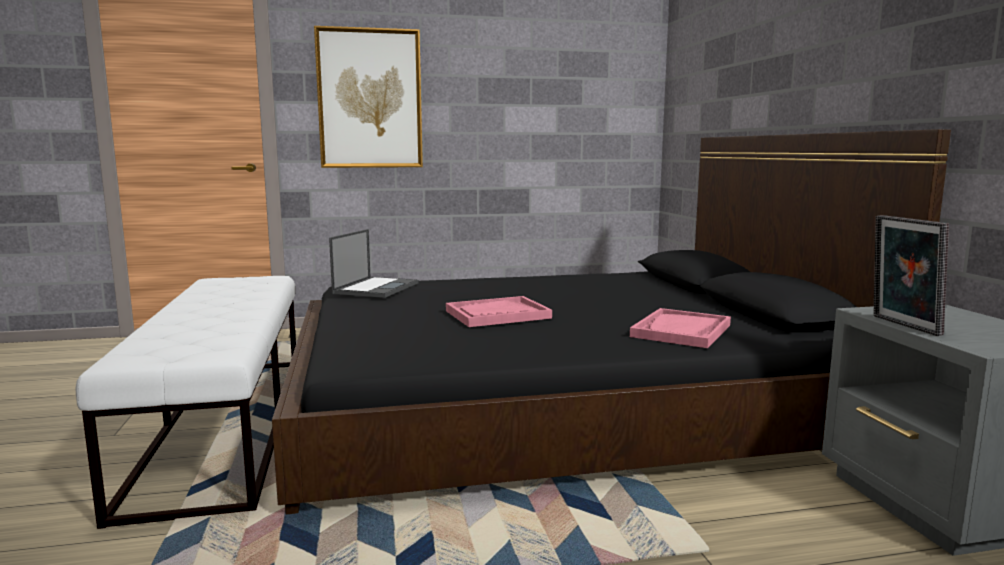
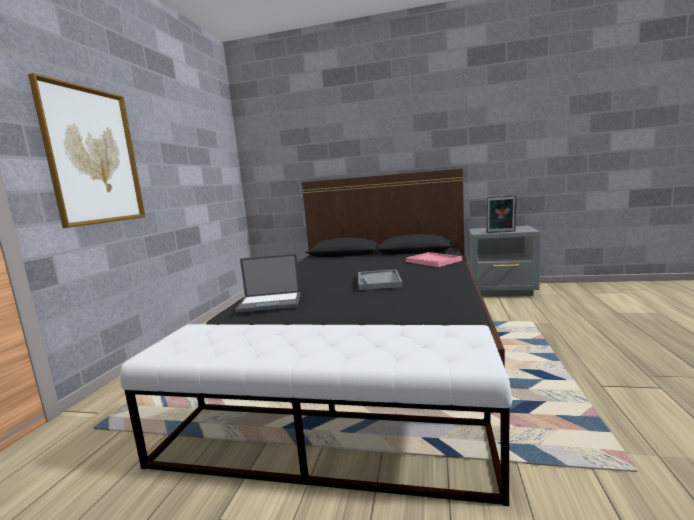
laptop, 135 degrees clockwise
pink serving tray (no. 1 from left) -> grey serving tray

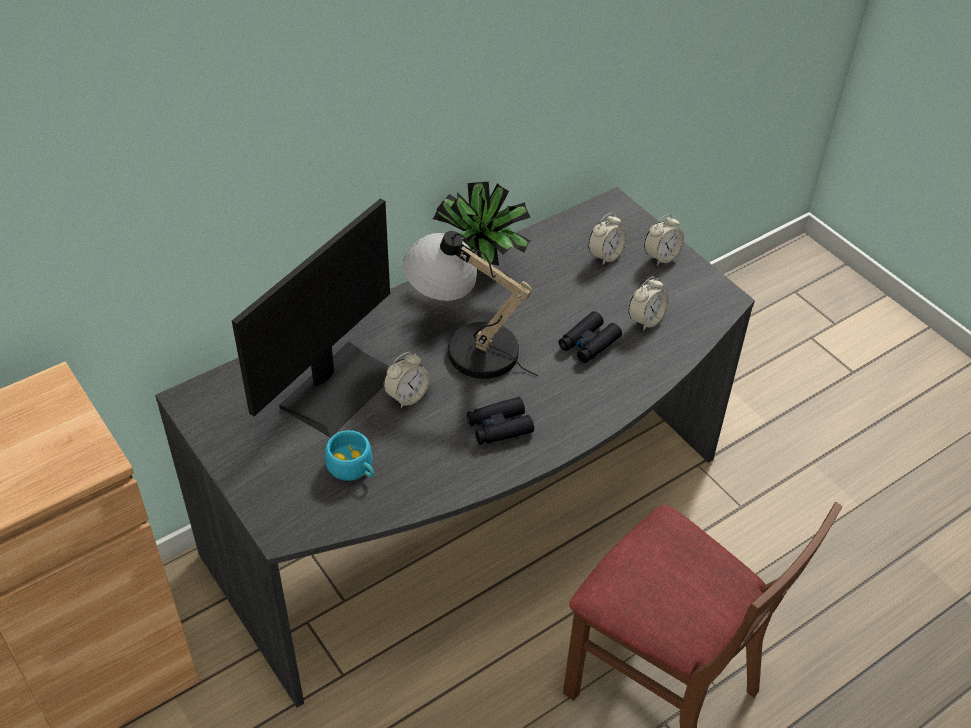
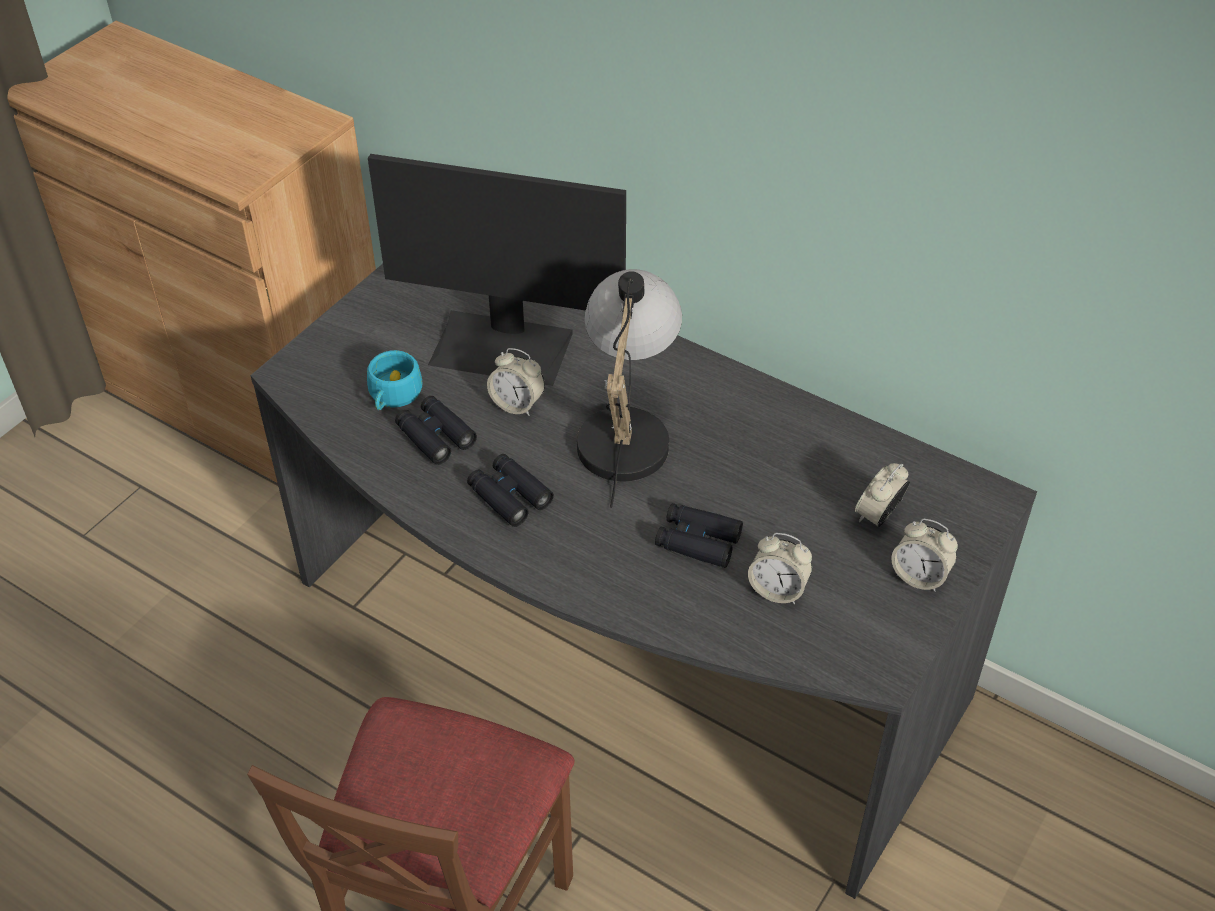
potted plant -> none
alarm clock (no. 2 from left in the first image) -> alarm clock (no. 3 from left), 105 degrees clockwise
none -> black binoculars (no. 1 from left)

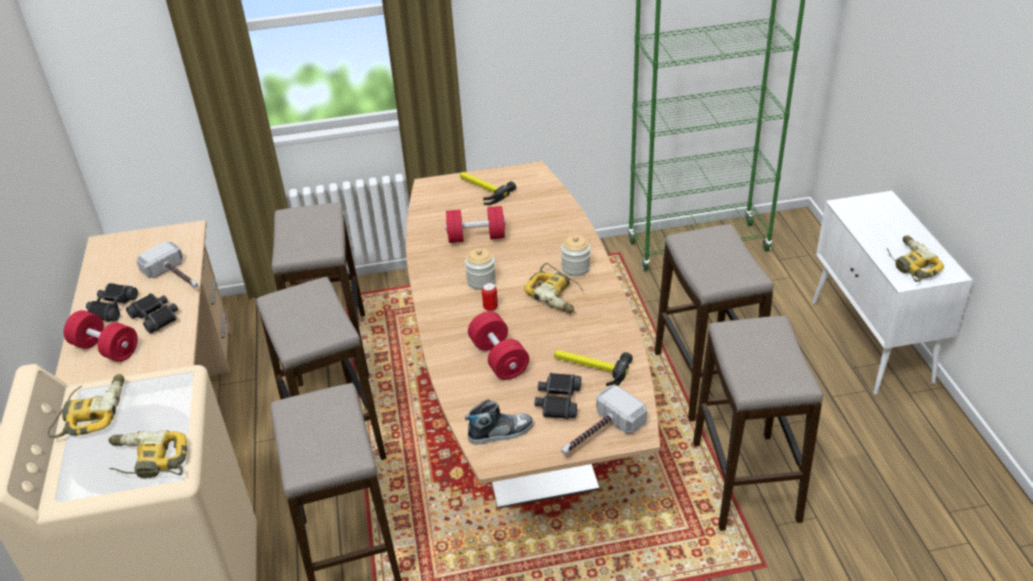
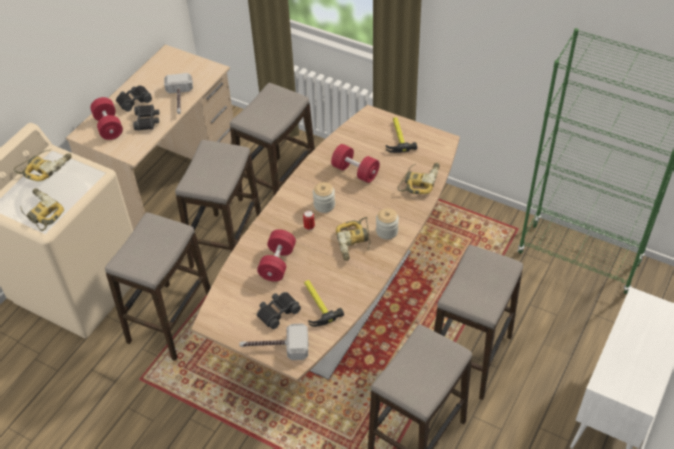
shoe -> none
power drill (no. 4 from left), relocated

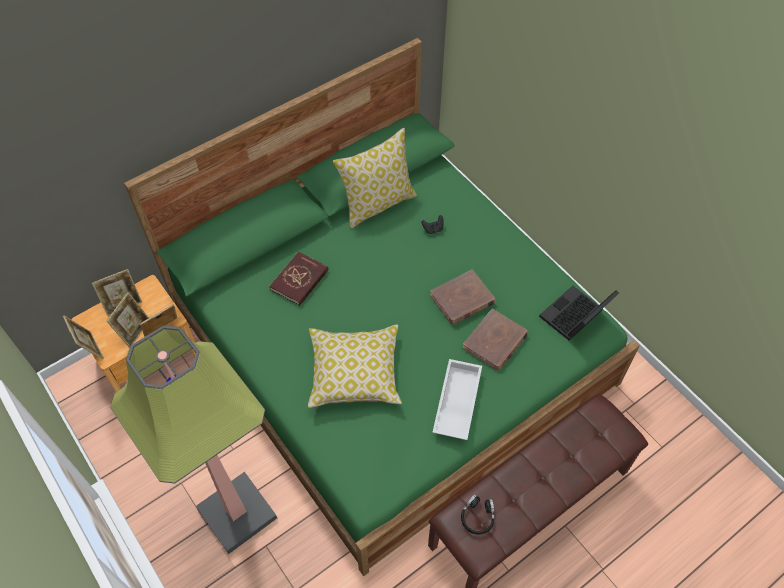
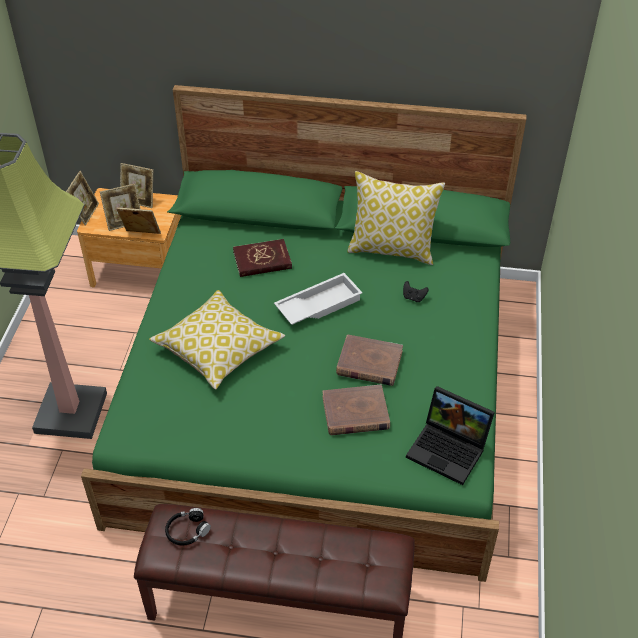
whitish serving tray, relocated
laptop, 150 degrees counterclockwise

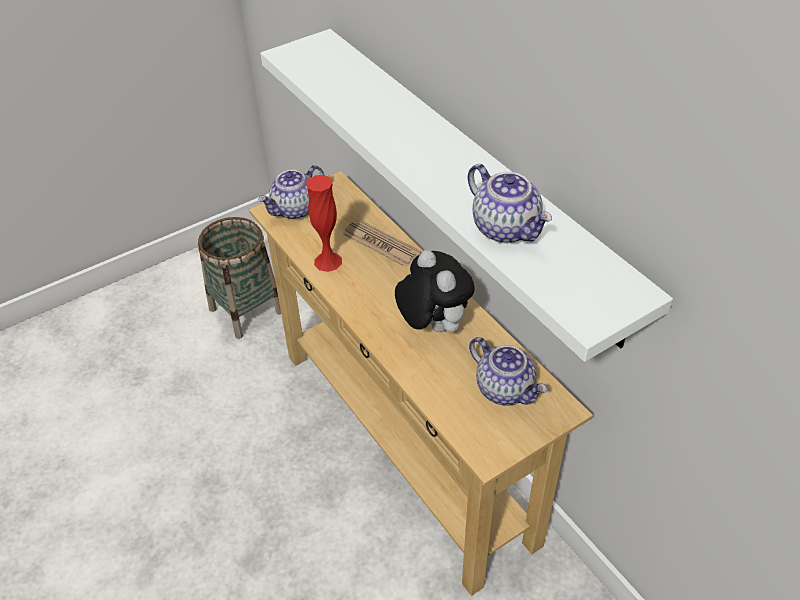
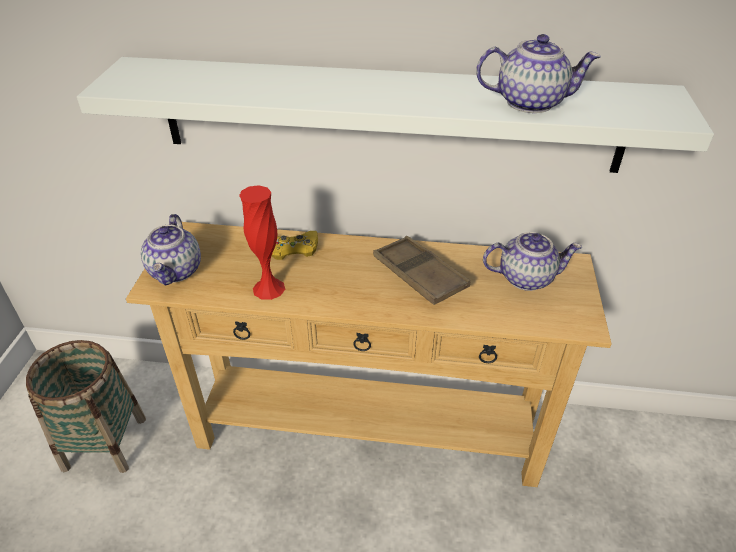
daily paper -> yellow-coloured game controller
soft toy -> brownish serving tray

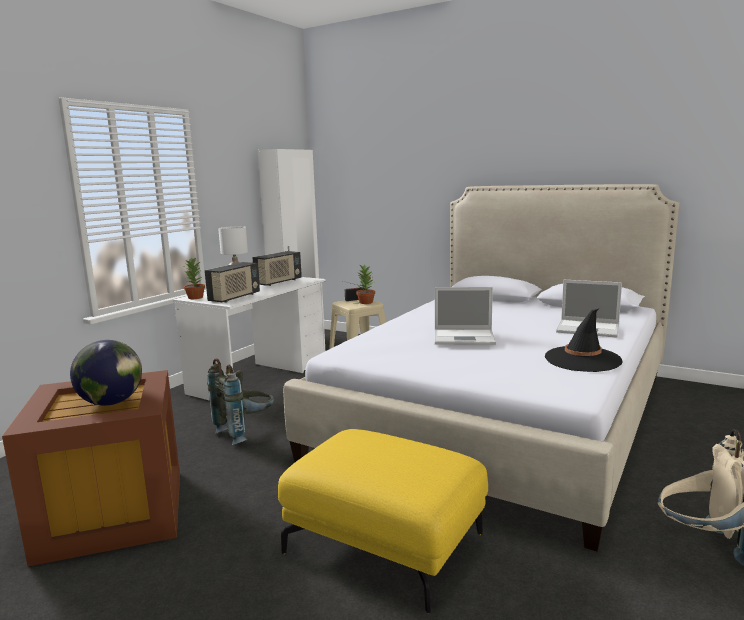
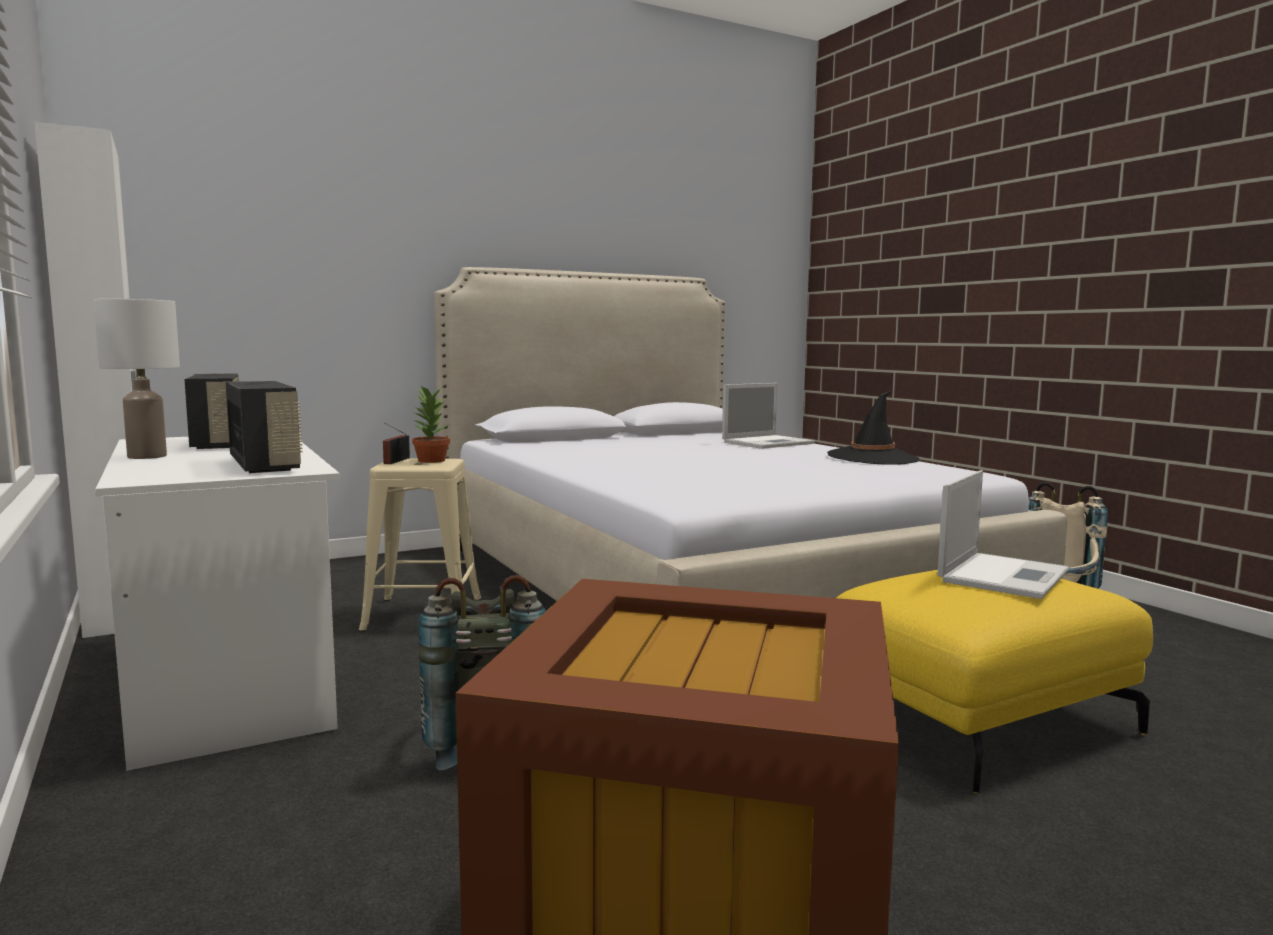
world globe -> none
potted plant (no. 1 from left) -> none
laptop (no. 1 from left in the first image) -> laptop (no. 2 from left), relocated

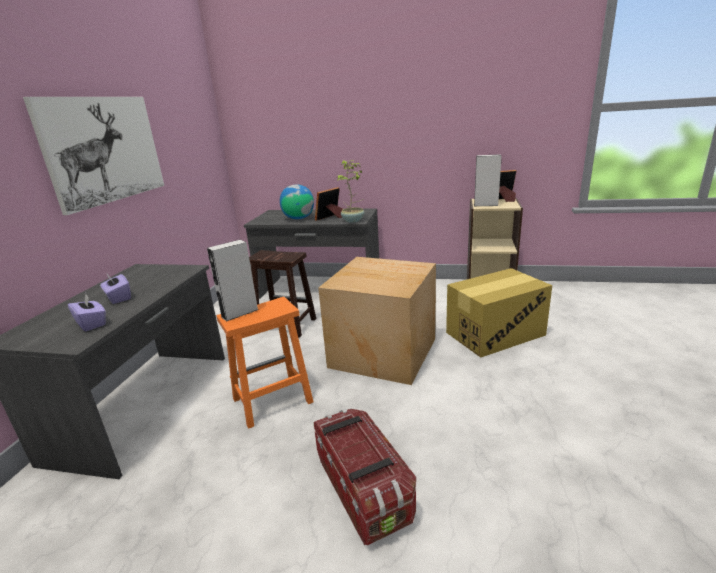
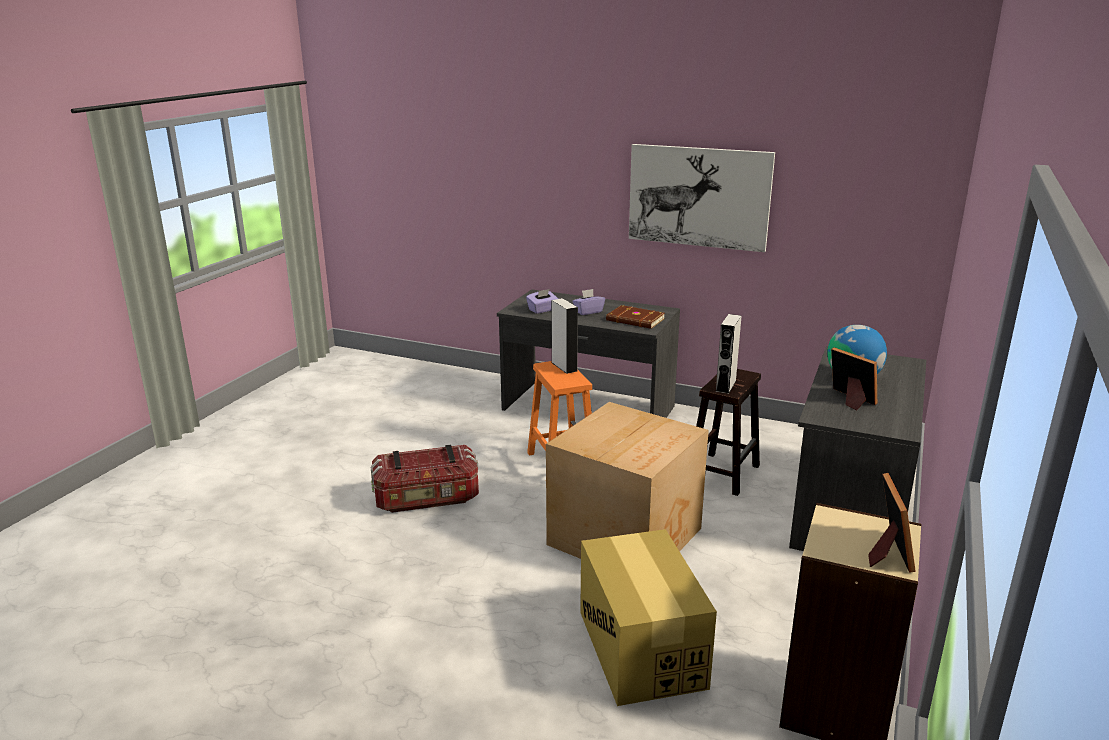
potted plant -> none
grey speaker (no. 2 from left), relocated
none -> brownish book

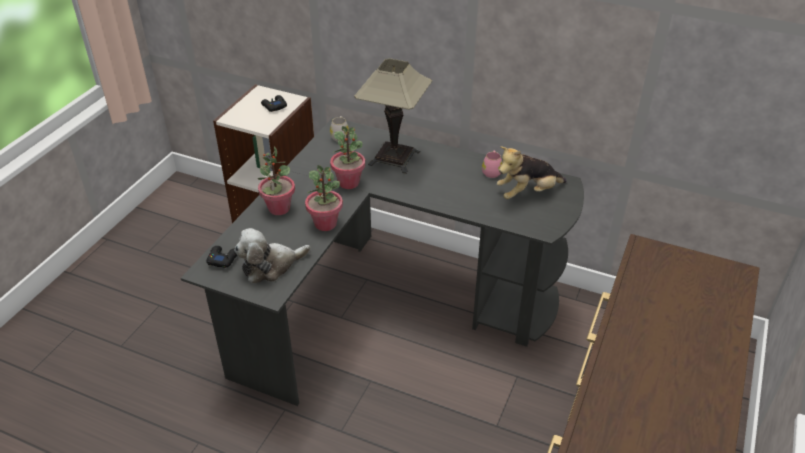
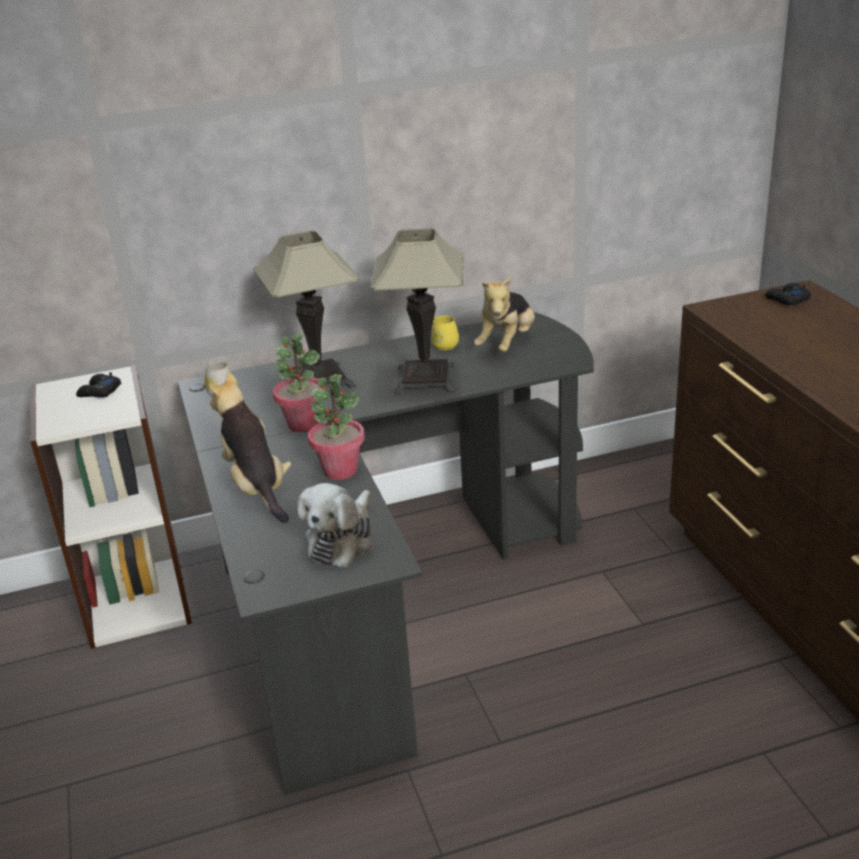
black game controller (no. 1 from left in the first image) -> black game controller (no. 2 from left), relocated
potted plant (no. 1 from left) -> soft toy (no. 1 from left)
pink mug -> yellow-coloured mug
none -> table lamp (no. 2 from left)

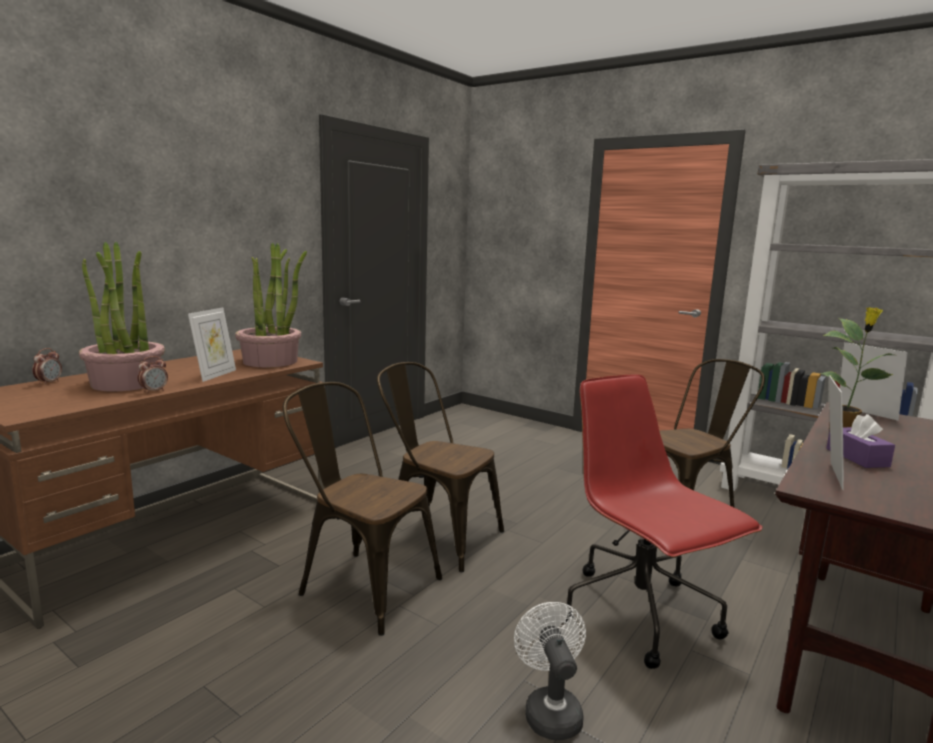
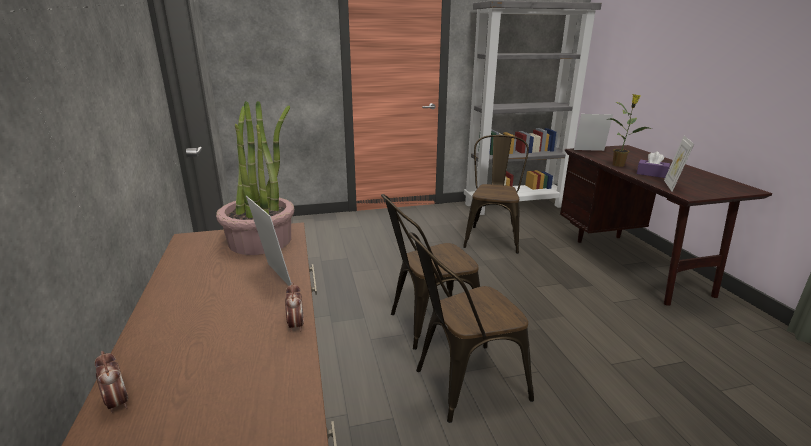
potted plant (no. 1 from left) -> none
whitish electric fan -> none
red-coloured desk chair -> none
photo frame (no. 2 from left in the first image) -> photo frame (no. 3 from left), 135 degrees counterclockwise

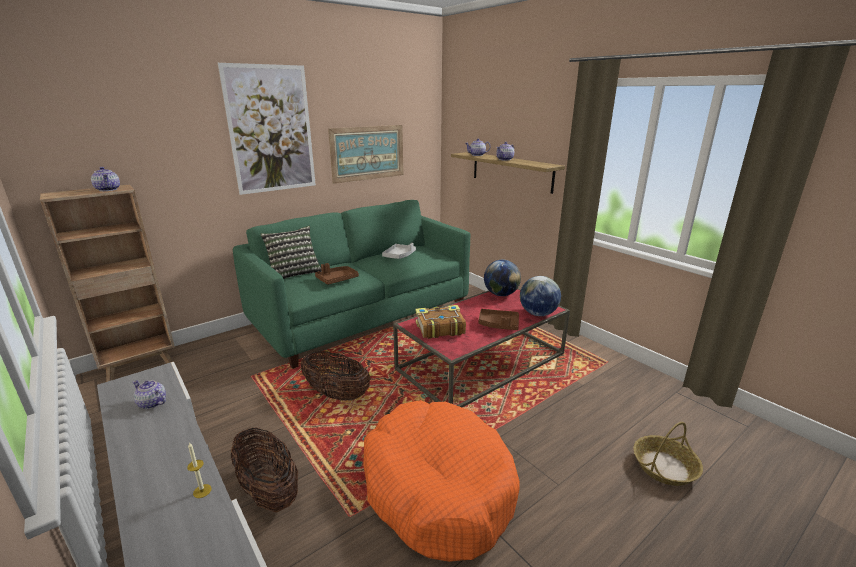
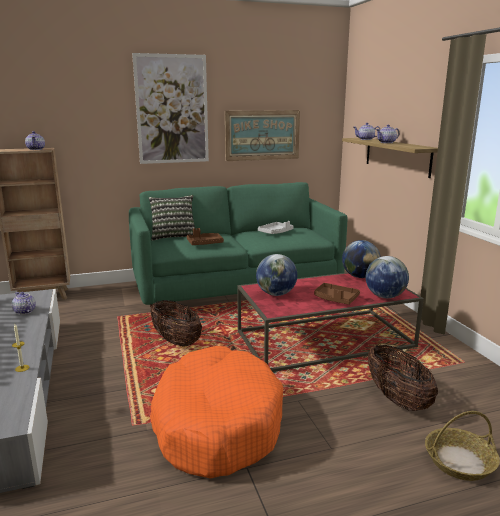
basket (no. 1 from left in the first image) -> basket (no. 2 from left), relocated
book -> world globe (no. 1 from left)

